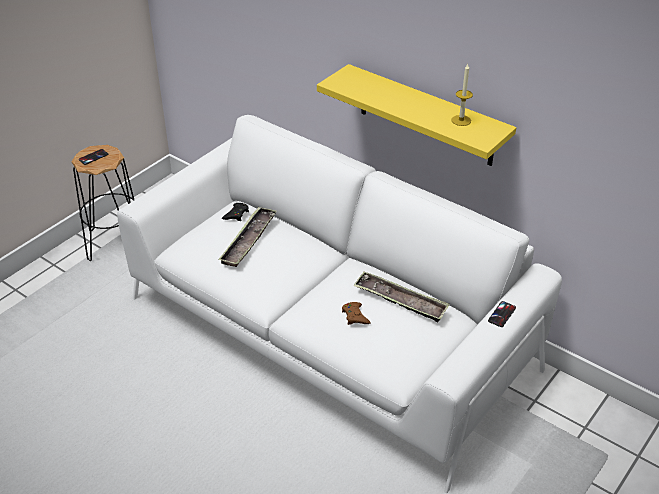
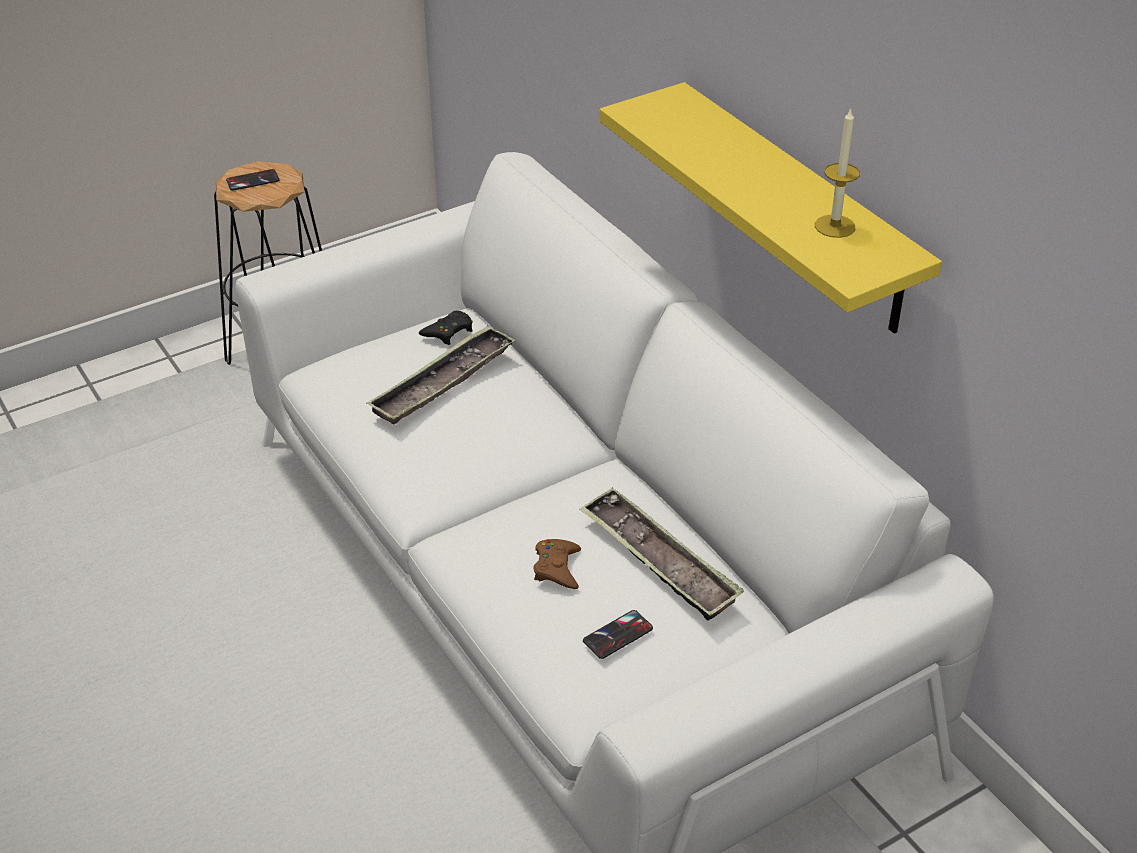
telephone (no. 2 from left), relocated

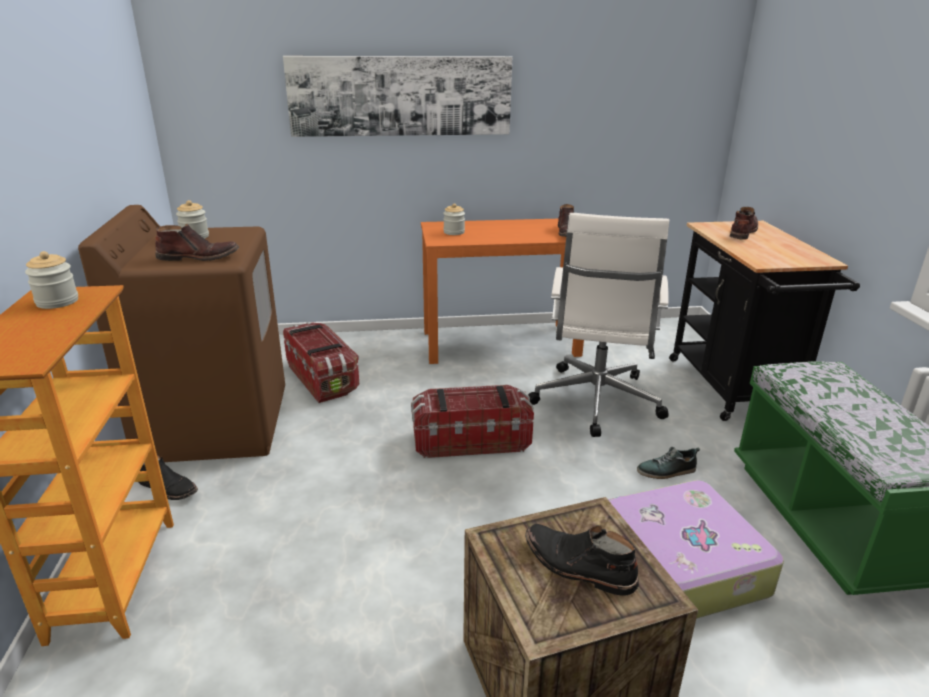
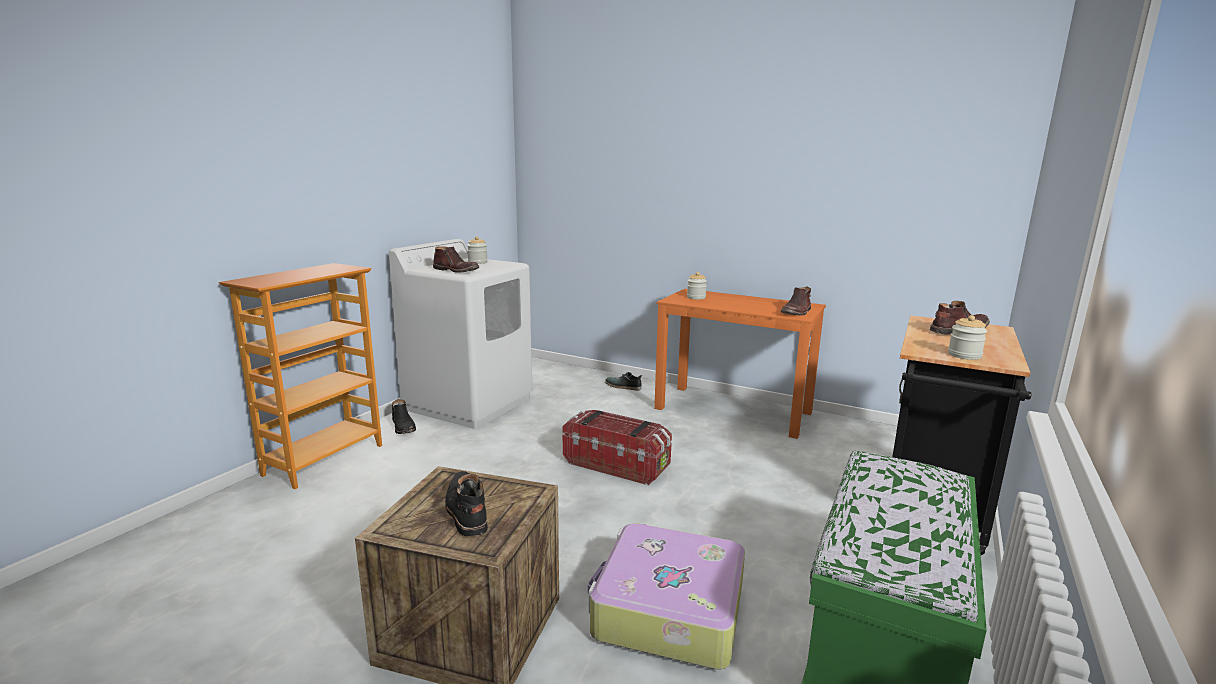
storage jar (no. 1 from left in the first image) -> storage jar (no. 3 from left), relocated
brownish laundry appliance -> whitish laundry appliance
wall picture -> none
storage box (no. 1 from left) -> none
whitish desk chair -> none
shoe, relocated

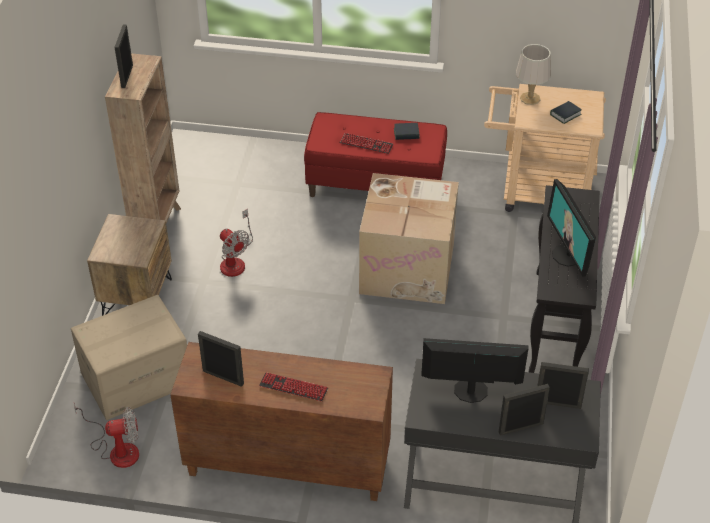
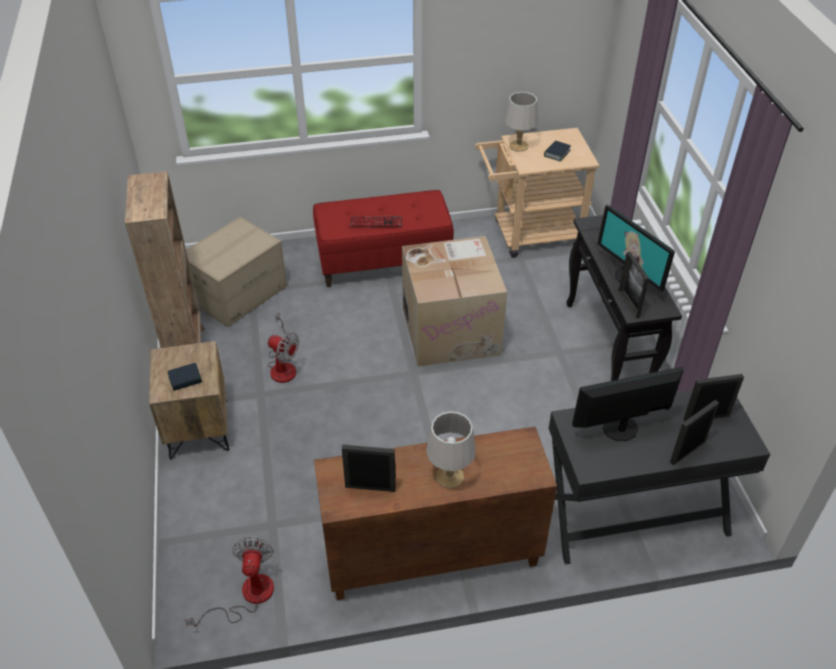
carton (no. 1 from left), relocated
electric fan (no. 1 from left), 60 degrees counterclockwise
photo frame (no. 1 from left in the first image) -> photo frame (no. 2 from left), relocated
keyboard (no. 1 from left) -> grey table lamp (no. 1 from left)
book (no. 1 from left), relocated

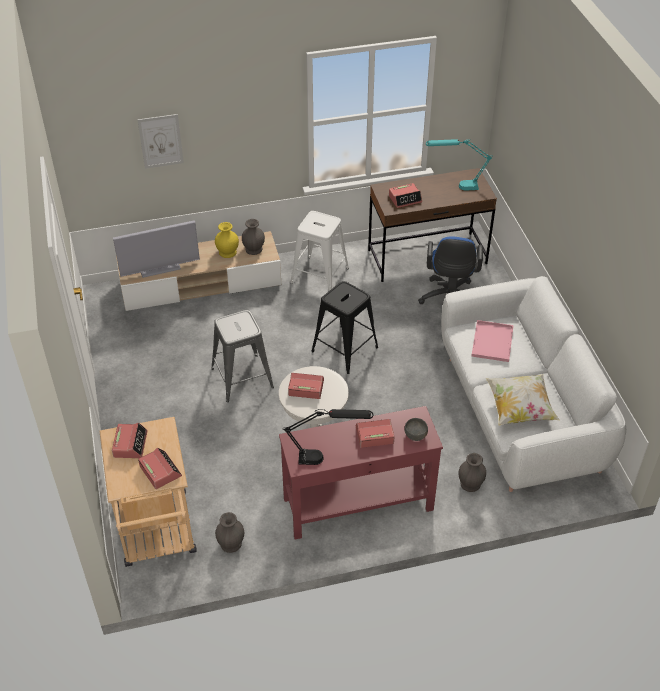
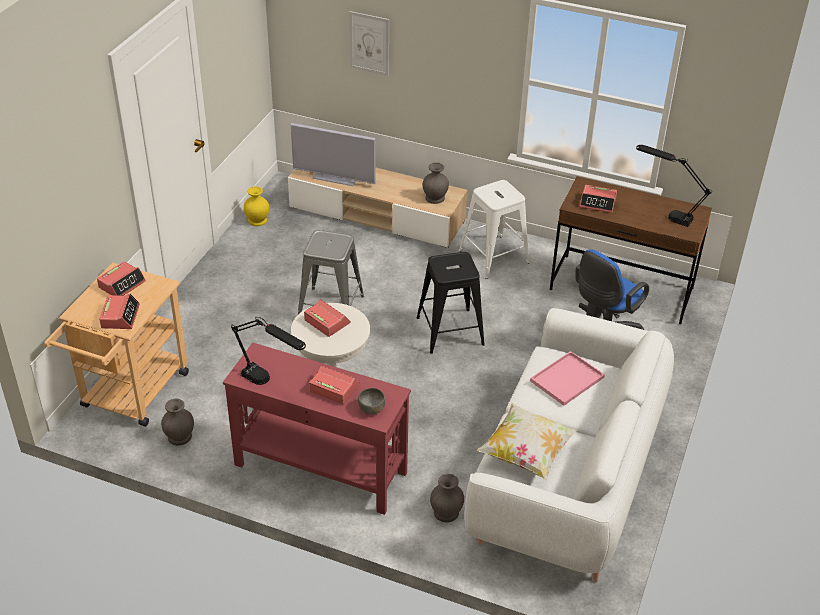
yellow-coloured decorative vase, relocated
turquoise table lamp -> black table lamp (no. 2 from left)

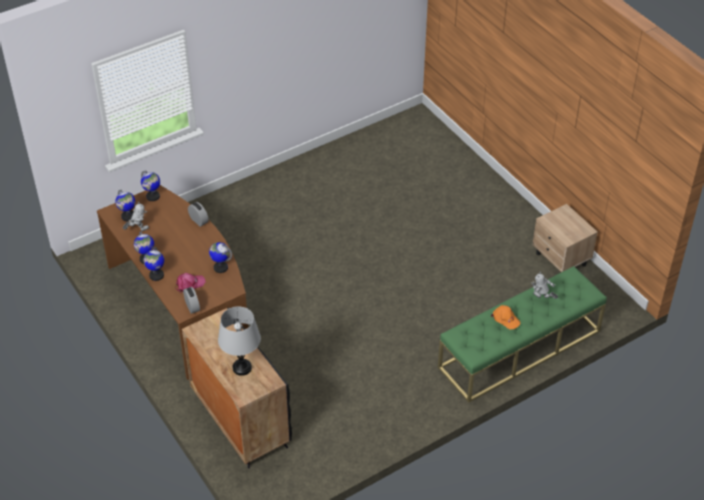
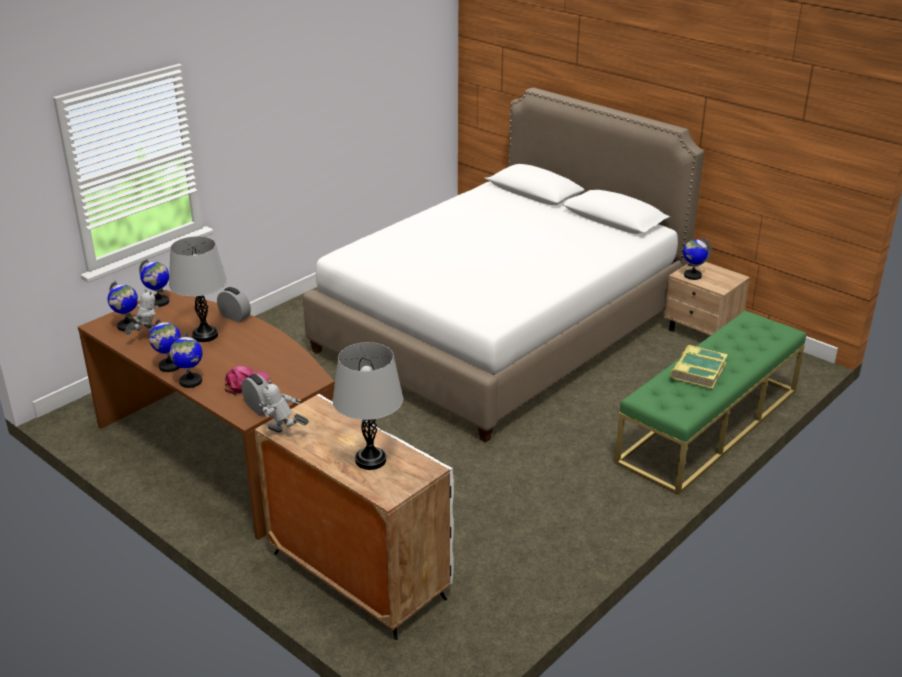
black cupboard -> whitish cupboard
world globe (no. 5 from left), relocated
orangey baseball cap -> book
model robot (no. 2 from left), relocated
none -> grey table lamp (no. 1 from left)
none -> whitish sleeping bed

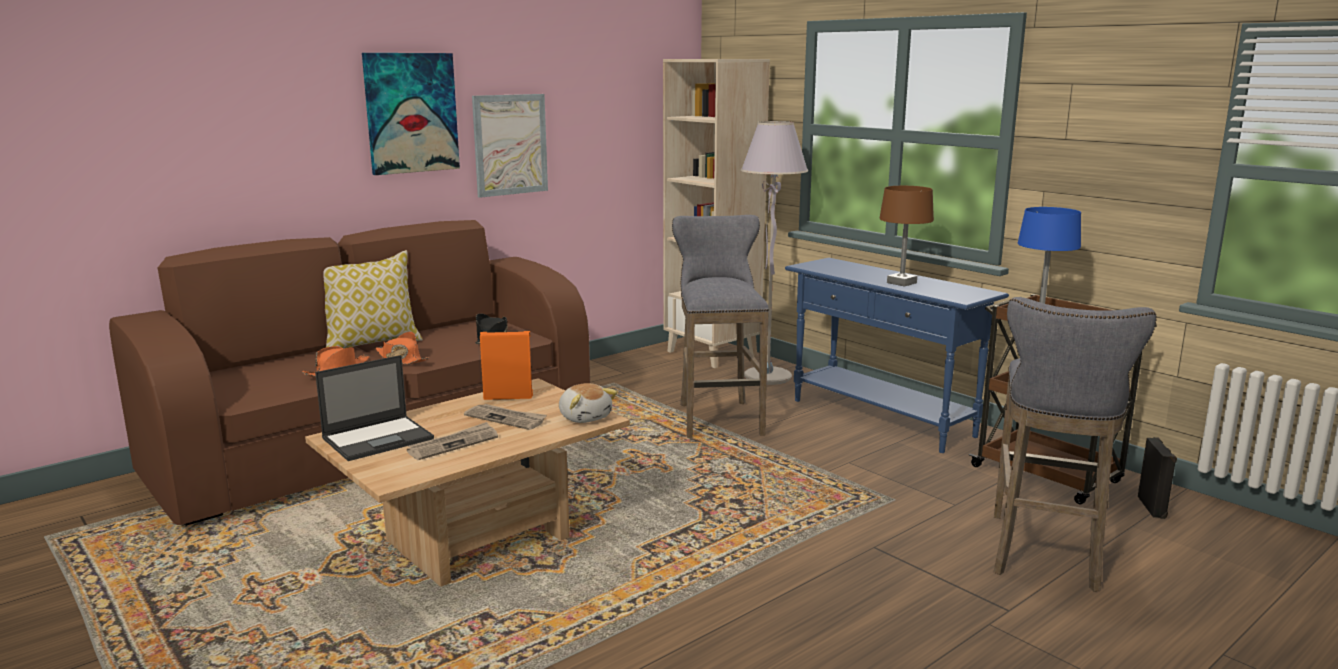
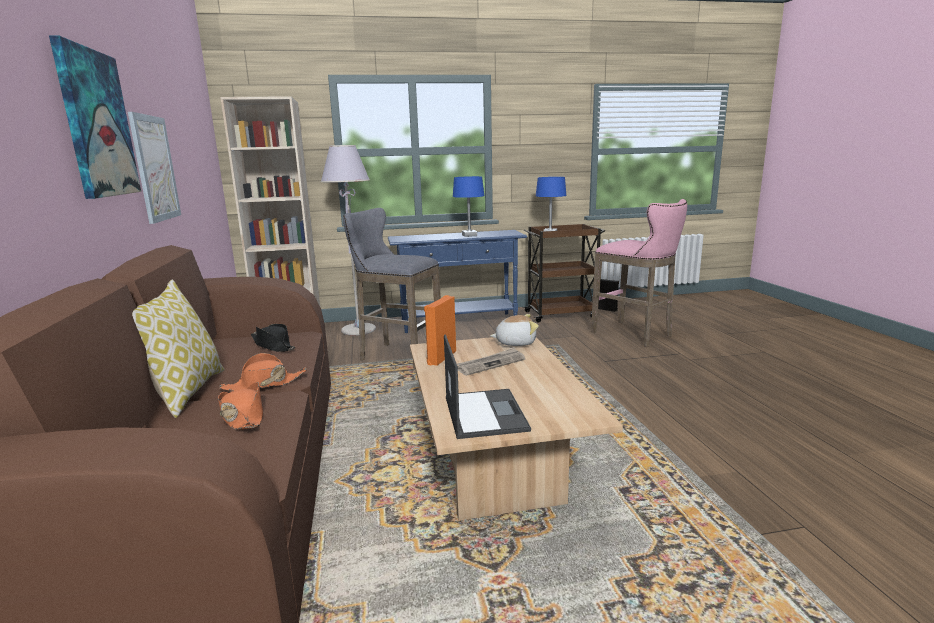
daily paper (no. 1 from left) -> none
brownish table lamp -> blue-coloured table lamp (no. 1 from left)
grey stool (no. 2 from left) -> pink stool

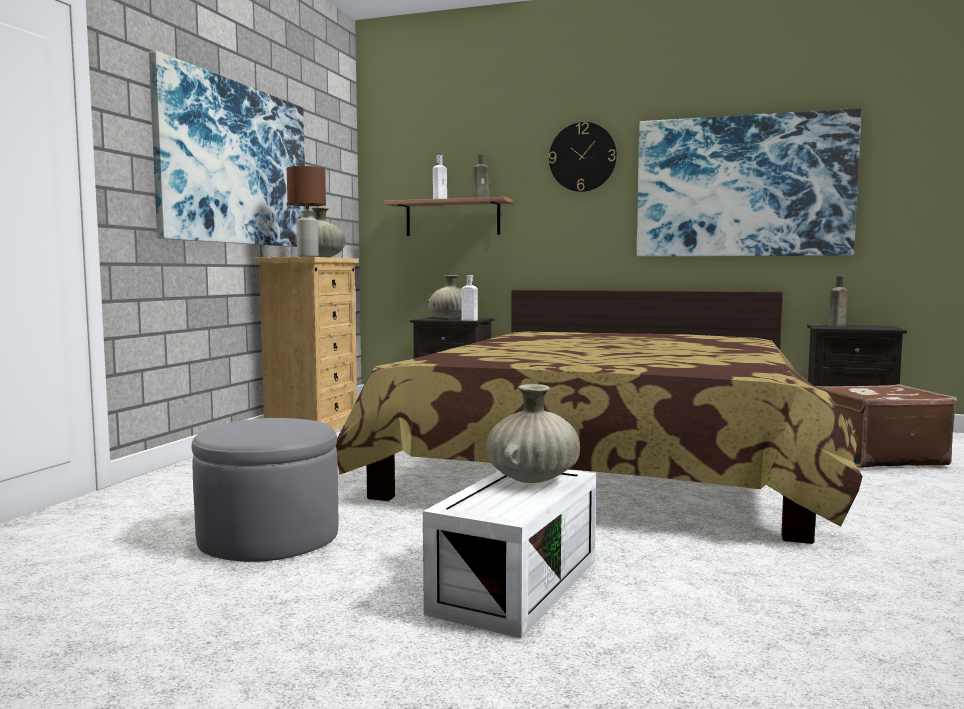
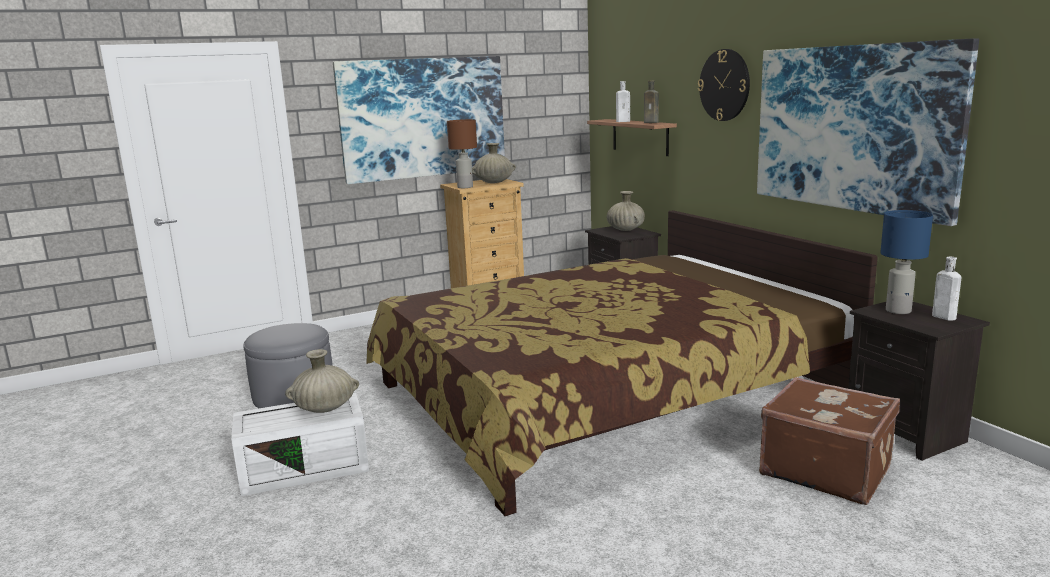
whitish bottle (no. 2 from left), relocated
brownish bottle (no. 2 from left) -> blue-coloured table lamp

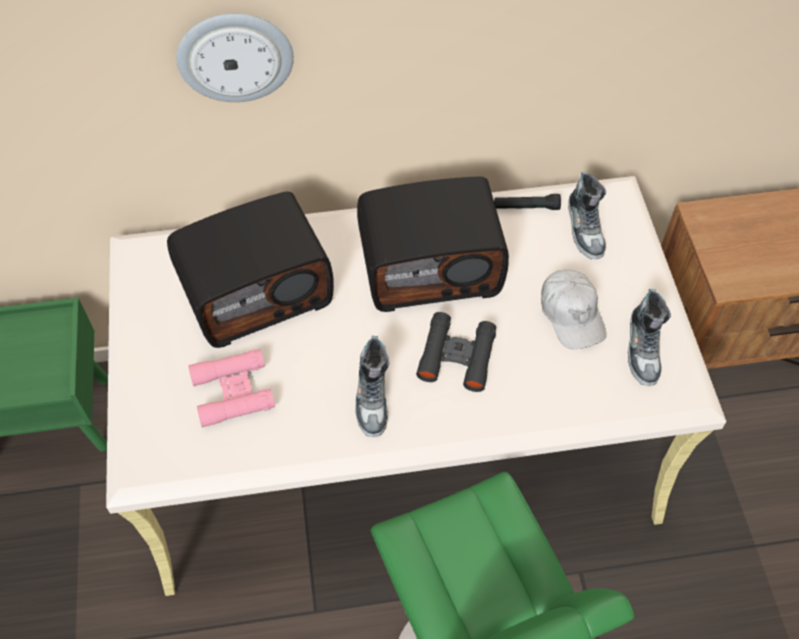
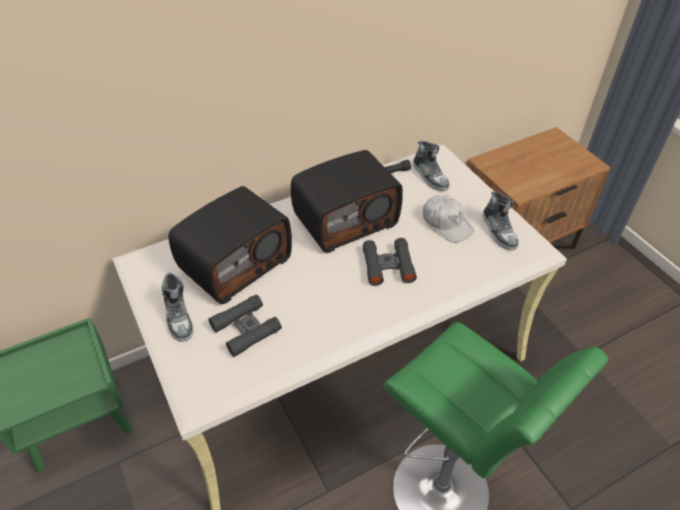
wall clock -> none
pink binoculars -> black binoculars (no. 1 from left)
shoe (no. 1 from left), relocated

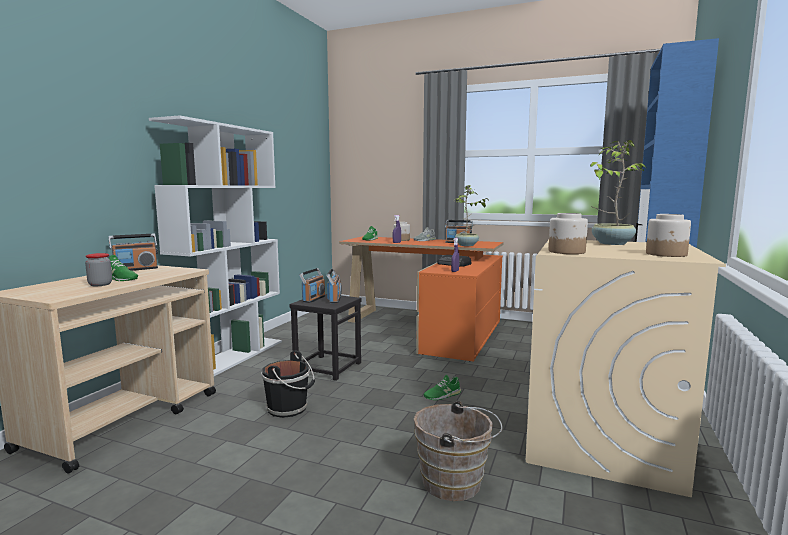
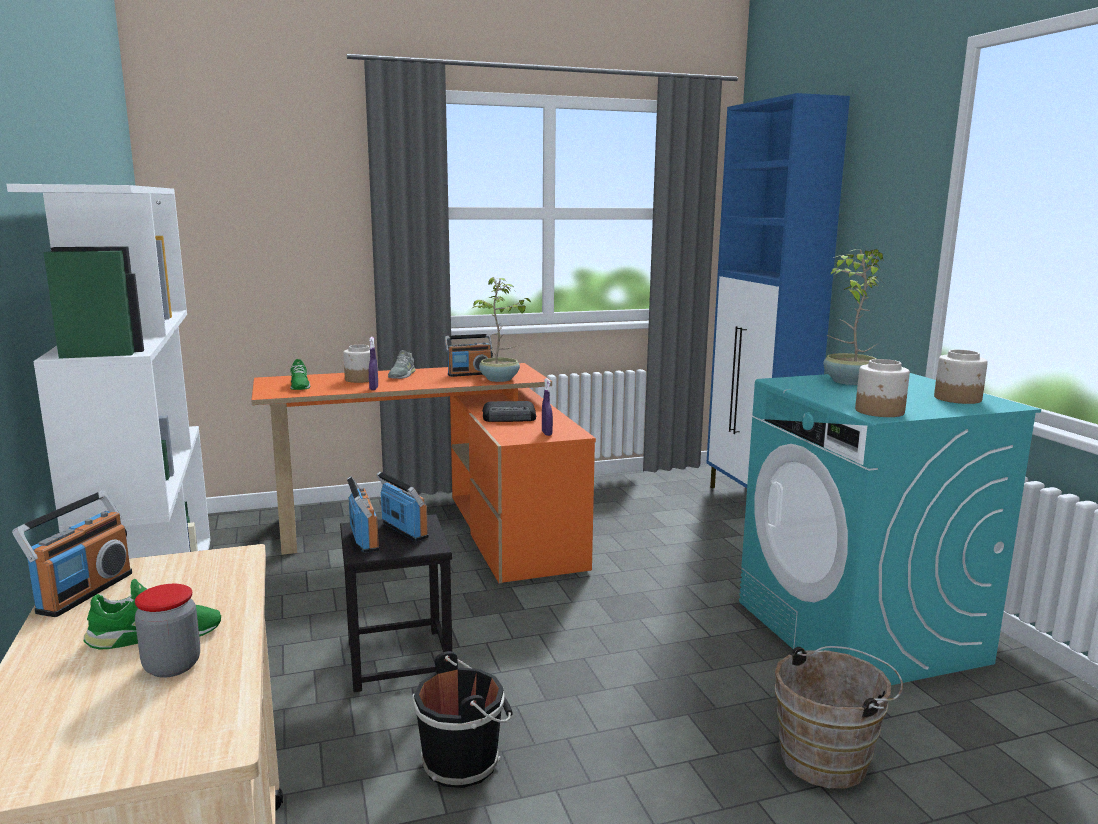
green-coloured shoe (no. 3 from left) -> none
beige laundry appliance -> turquoise laundry appliance

